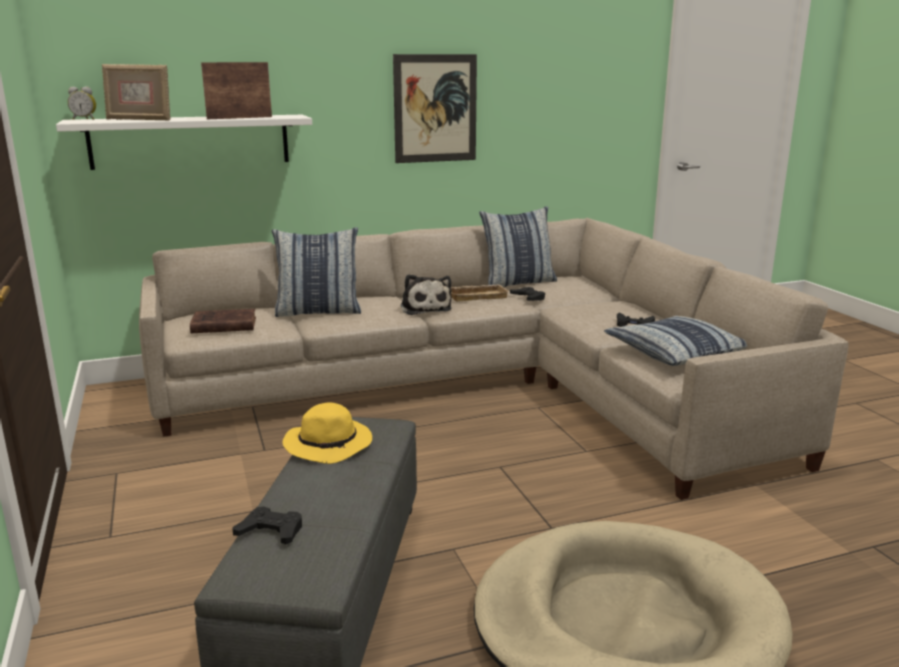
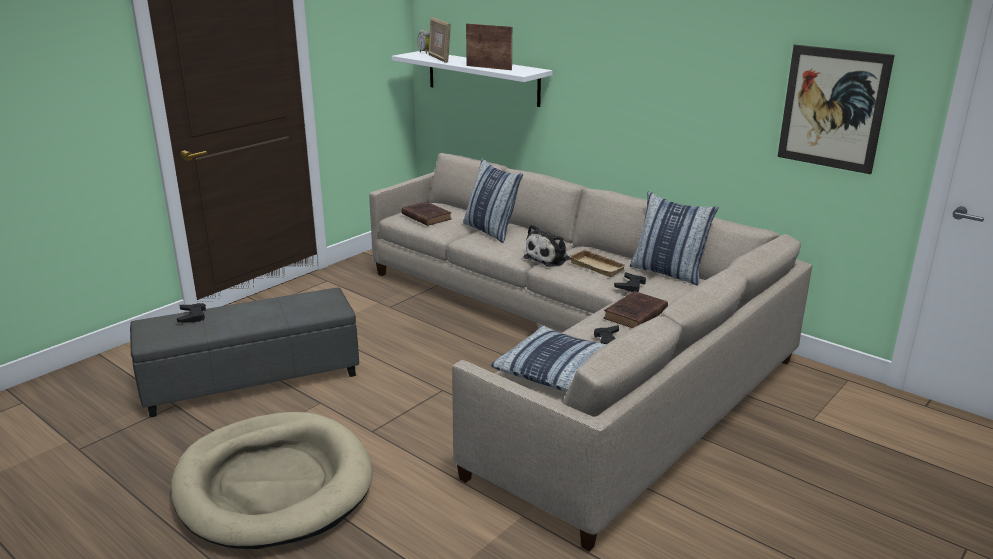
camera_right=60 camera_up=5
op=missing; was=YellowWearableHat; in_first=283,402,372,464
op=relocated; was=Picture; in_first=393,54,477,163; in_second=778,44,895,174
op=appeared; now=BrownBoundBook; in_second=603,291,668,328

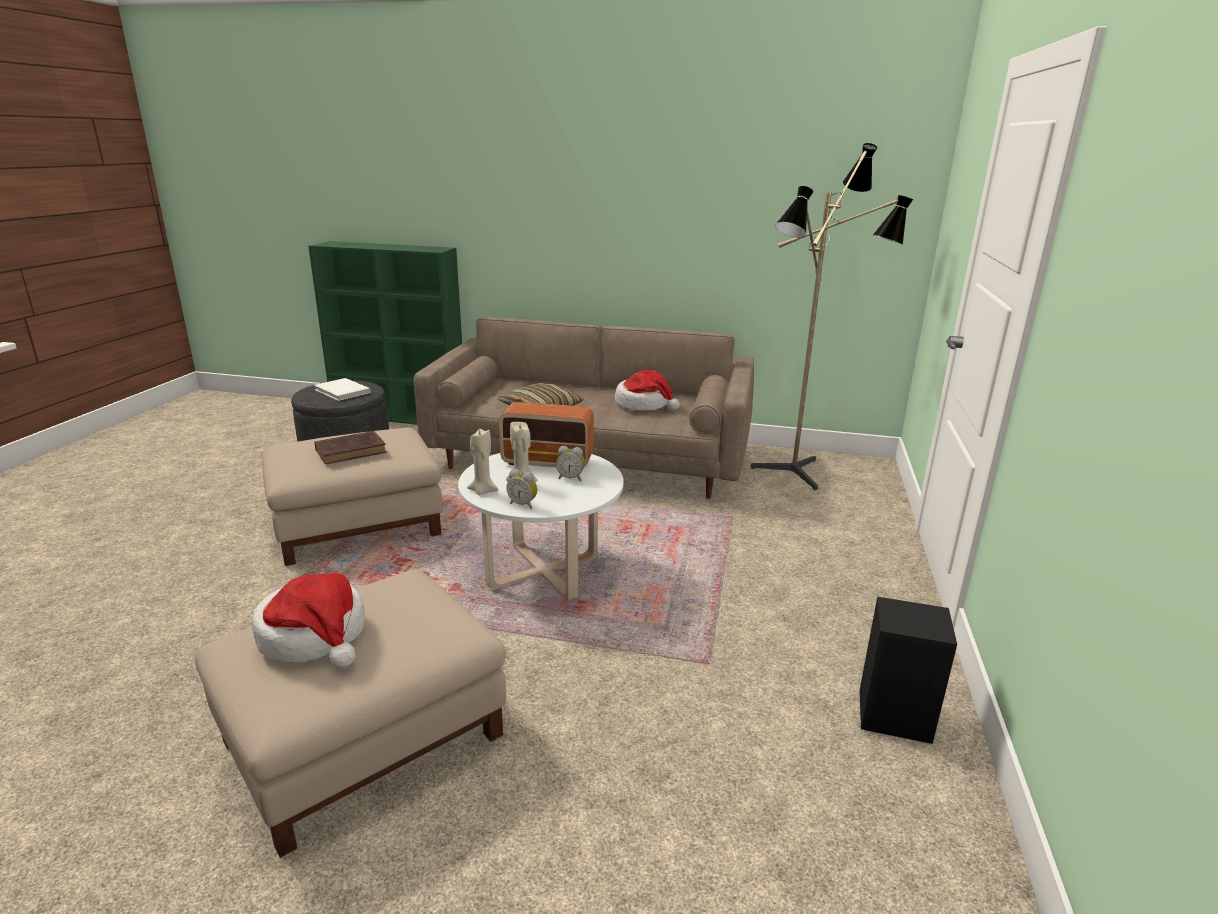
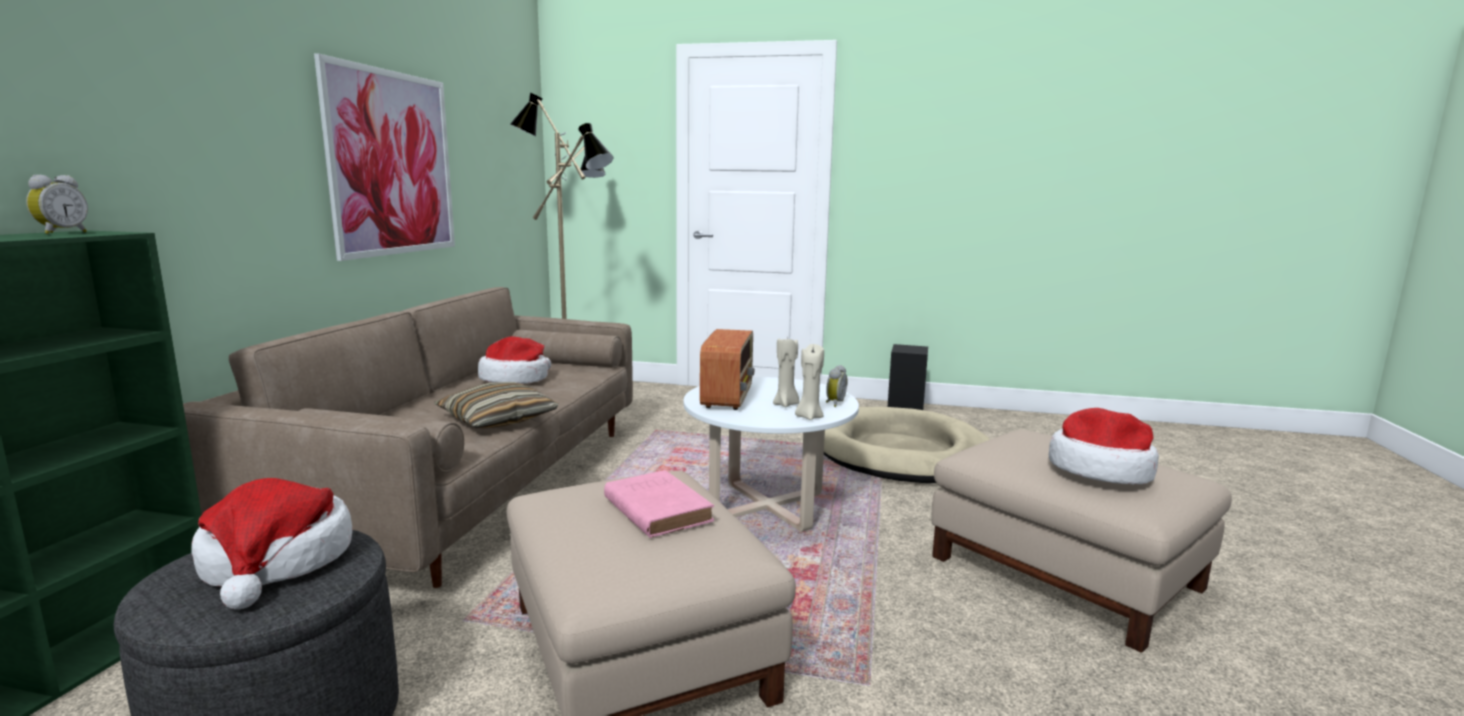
camera_right=-90 camera_up=-10
op=exchanged; was=WhiteColouredBoundBook; now=WearableHat; in_first=314,378,370,401; in_second=192,478,353,609
op=colour; was=BrownBoundBook; now=PinkColouredBoundBook; in_first=314,431,387,465; in_second=604,470,714,538
op=relocated; was=AlarmClock; in_first=556,446,585,481; in_second=26,175,88,234
op=appeared; now=Picture; in_second=314,53,455,261
op=appeared; now=SandColouredDogBed; in_second=824,407,990,484

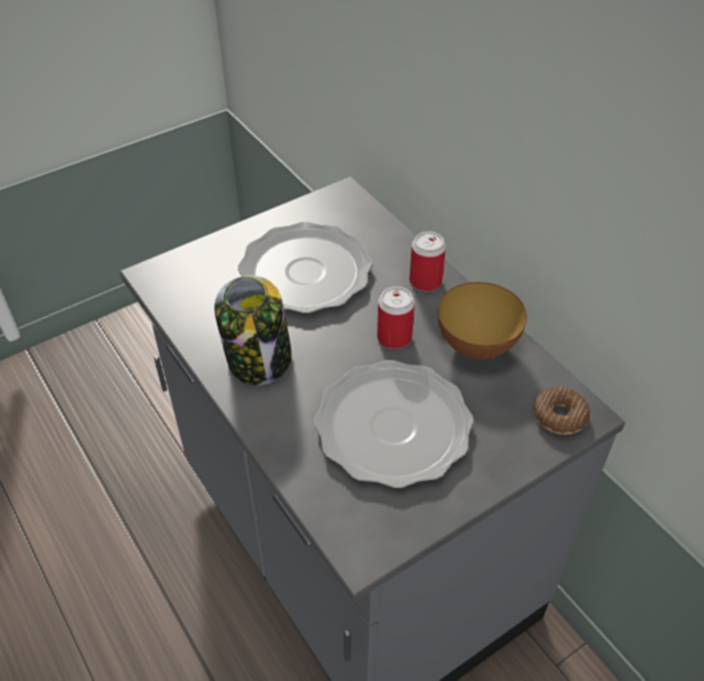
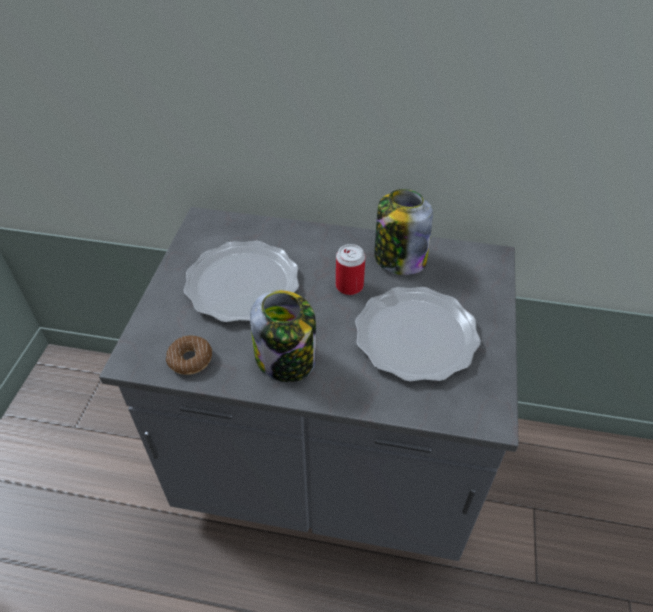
camera_right=-45 camera_up=0
op=missing; was=Can; in_first=409,231,446,291
op=exchanged; was=DeepDish; now=StorageJar; in_first=438,282,527,359; in_second=374,189,433,275
op=relocated; was=RingDoughnut; in_first=533,387,590,435; in_second=166,335,212,375

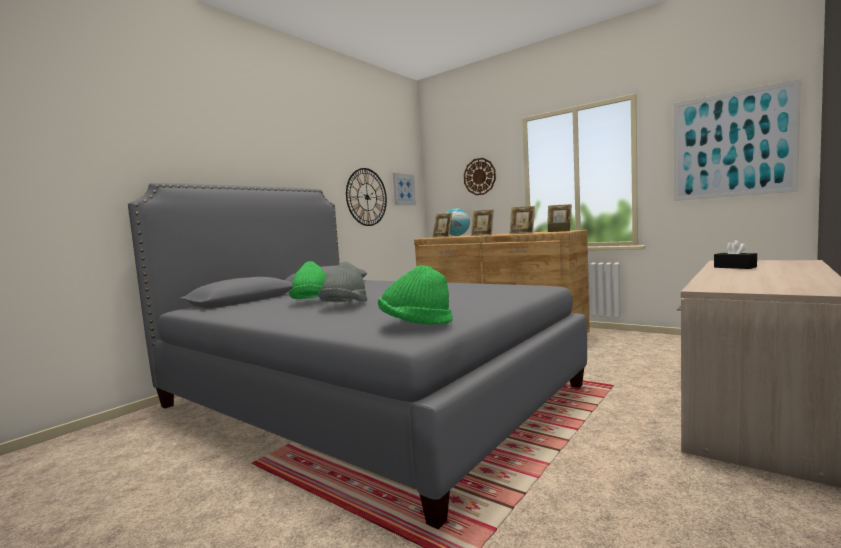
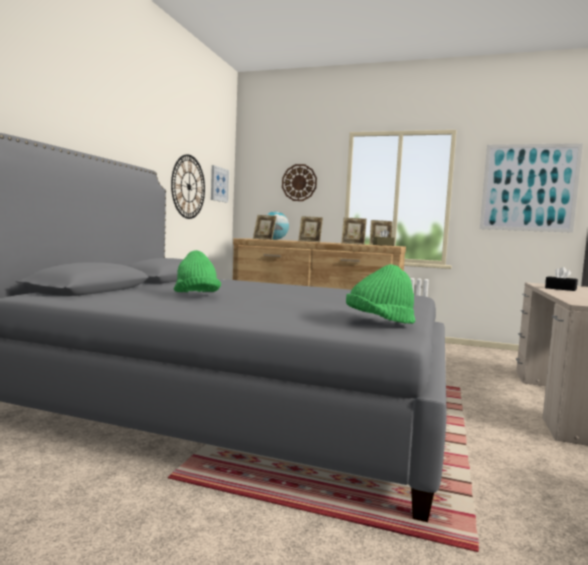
camera_right=-20 camera_up=0
op=missing; was=GreyishWearableHat; in_first=318,261,367,302

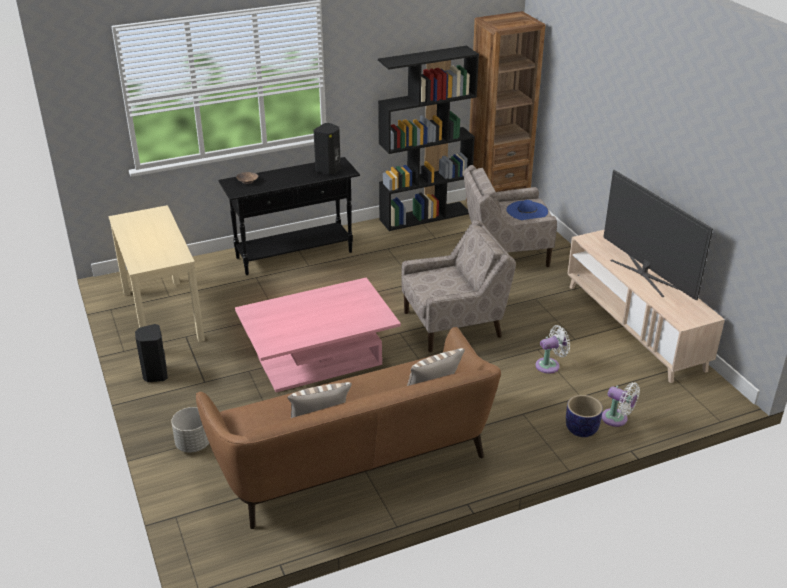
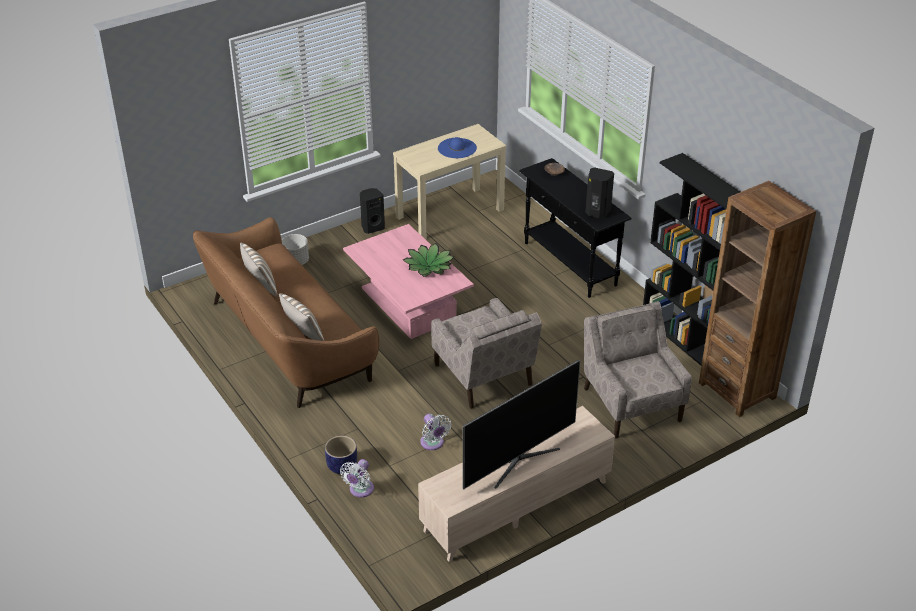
camera_right=80 camera_up=5
op=relocated; was=BlueColouredWearableHat; in_first=506,200,548,220; in_second=438,137,477,158
op=appeared; now=Houseplant; in_second=403,243,454,277

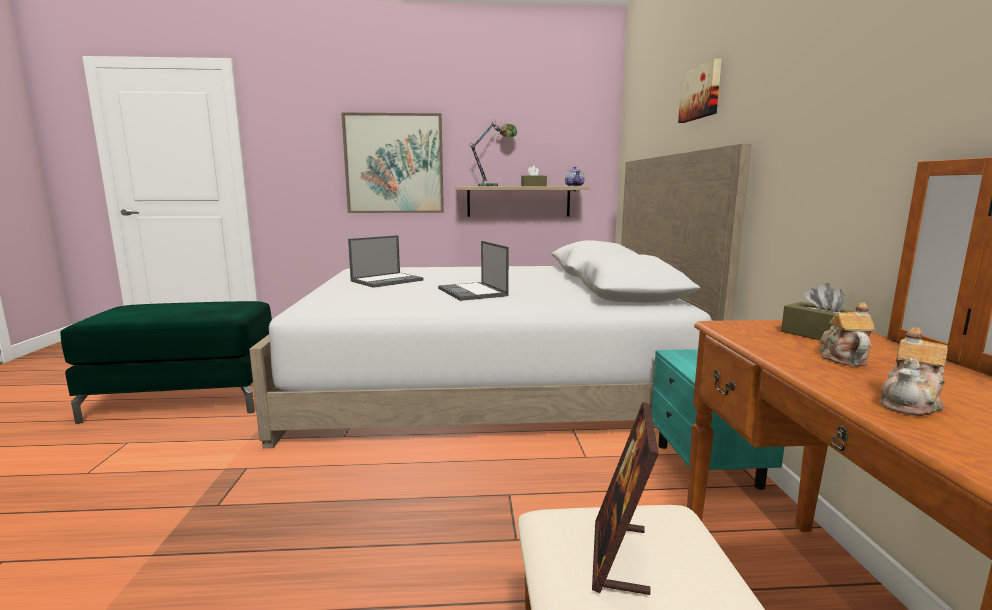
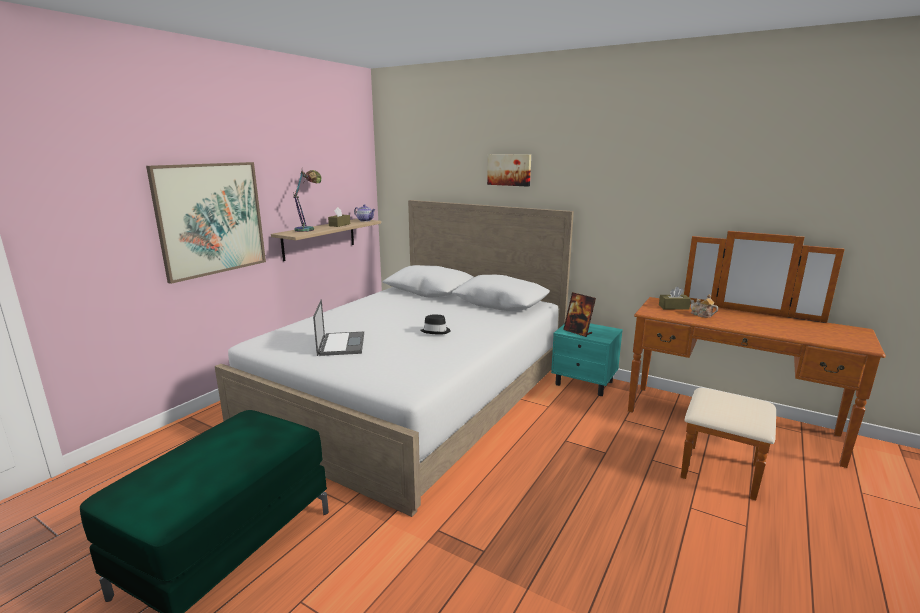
camera_right=-55 camera_up=5
op=exchanged; was=PortableComputer; now=BlackColouredWearableHat; in_first=438,241,509,301; in_second=420,314,451,335
op=relocated; was=PictureFrame; in_first=592,402,659,595; in_second=563,292,596,337
op=missing; was=TeaPot; in_first=879,327,948,416

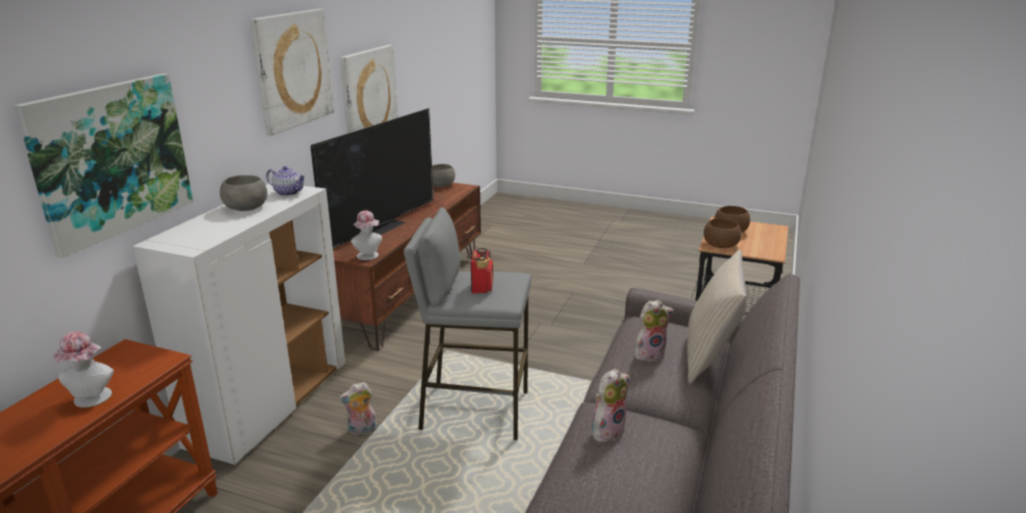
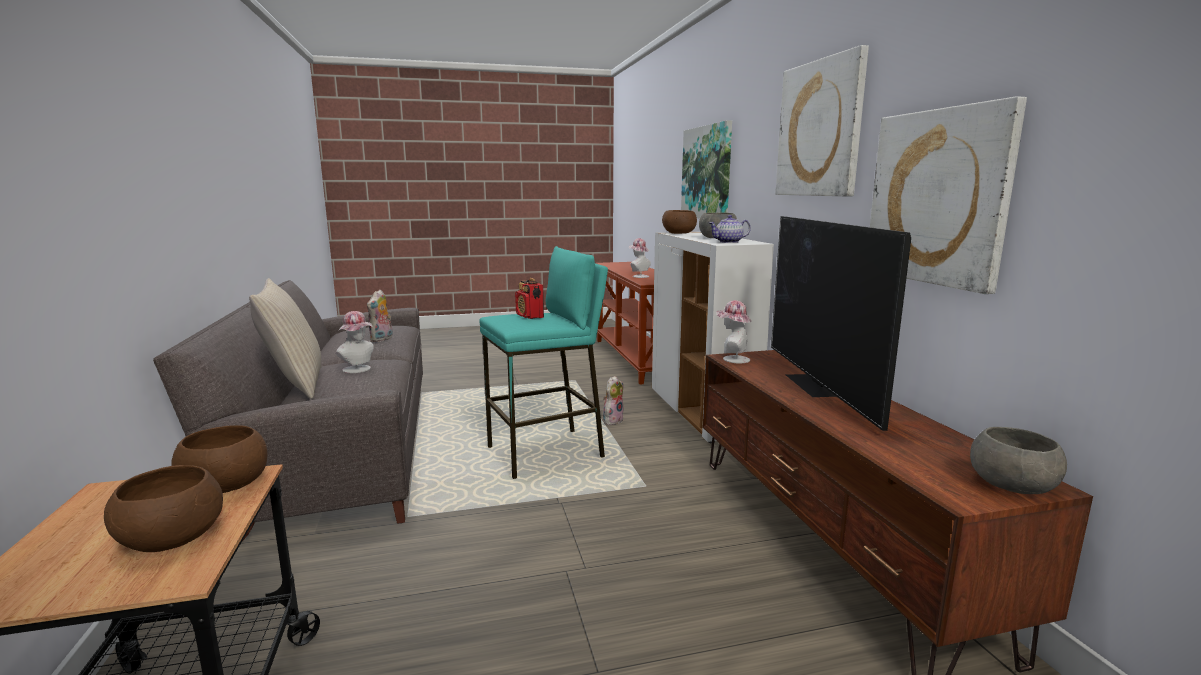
camera_right=145 camera_up=-10
op=colour; was=GreyishStool; now=TurquoiseStool; in_first=404,207,531,440; in_second=479,246,608,479
op=exchanged; was=PlushToy; now=WearableHat; in_first=635,300,674,362; in_second=336,311,374,373
op=appeared; now=BrownDeepDish; in_second=662,210,697,234

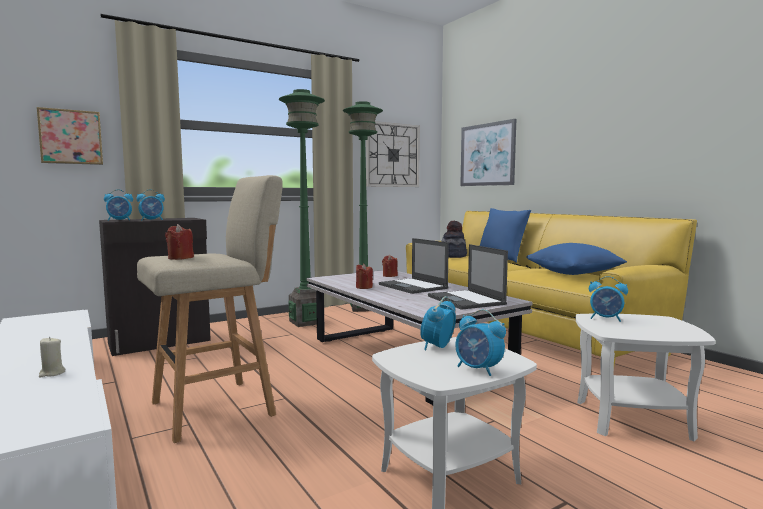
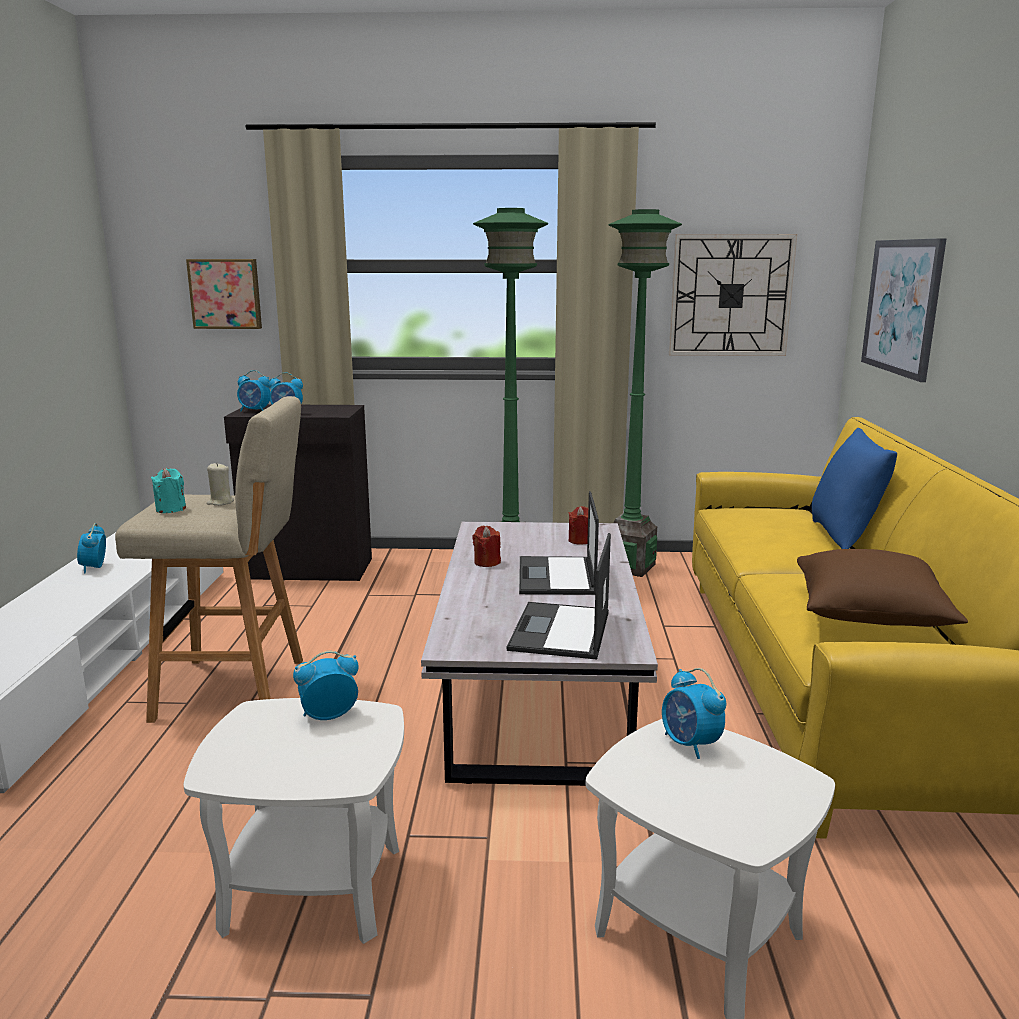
camera_right=35 camera_up=10
op=relocated; was=SandColouredCandle; in_first=39,337,65,377; in_second=207,462,234,506
op=colour; was=ReddishCandle; now=TurquoiseCandle; in_first=165,224,194,260; in_second=151,468,186,513
op=missing; was=WearableHat; in_first=441,221,467,258
op=relocated; was=AlarmClock; in_first=455,309,506,376; in_second=77,523,106,573
op=colour; was=BlueColouredThrowPillow; now=BrownThrowPillow; in_first=526,243,627,275; in_second=797,549,968,627

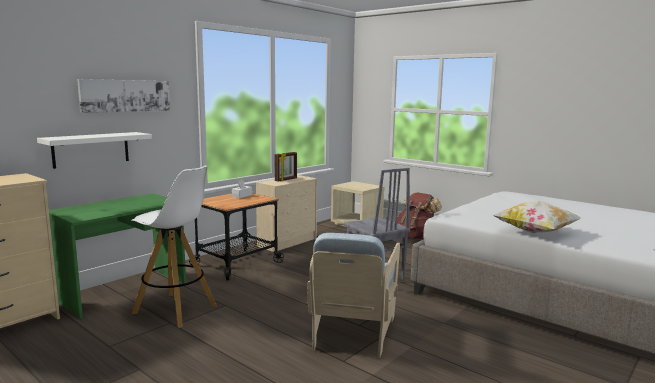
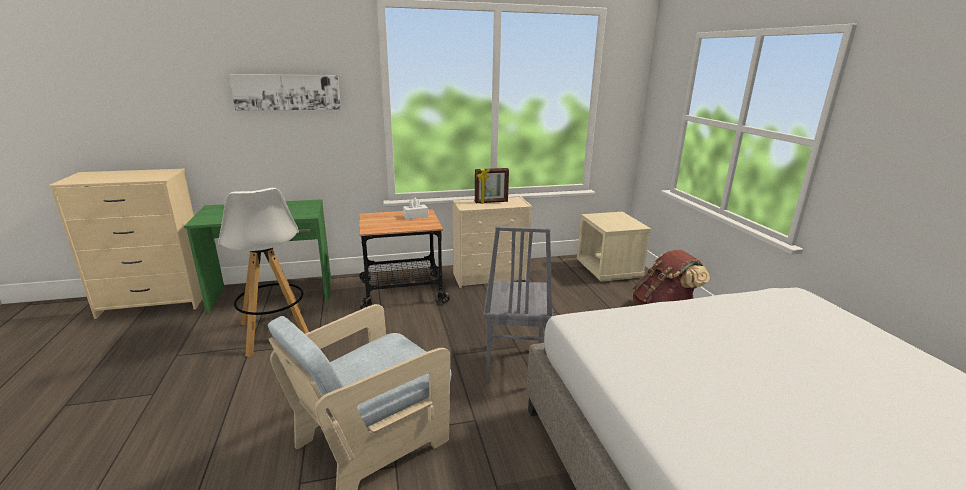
camera_right=35 camera_up=10
op=missing; was=WhiteColouredBracketShelf; in_first=37,132,152,169
op=missing; was=ThrowPillow; in_first=493,201,581,233

